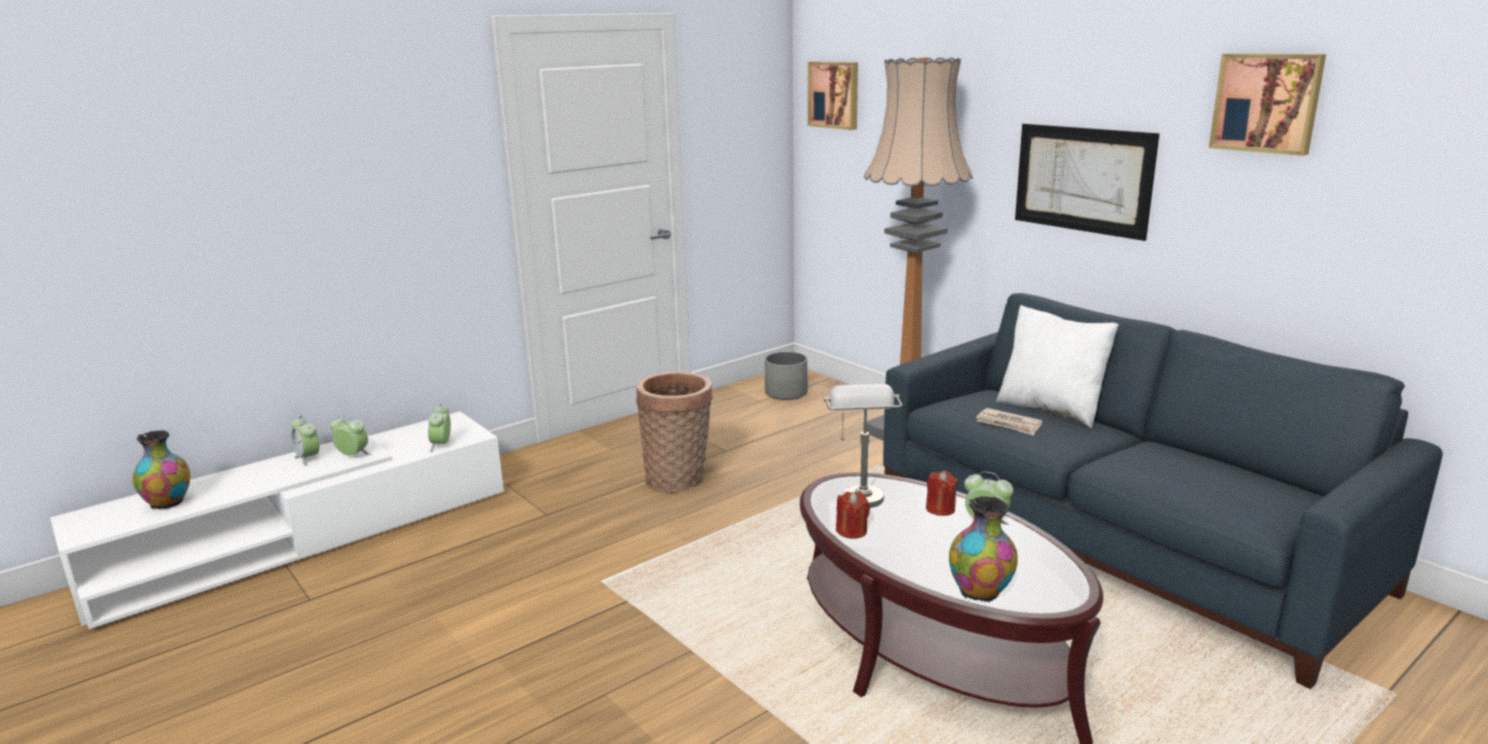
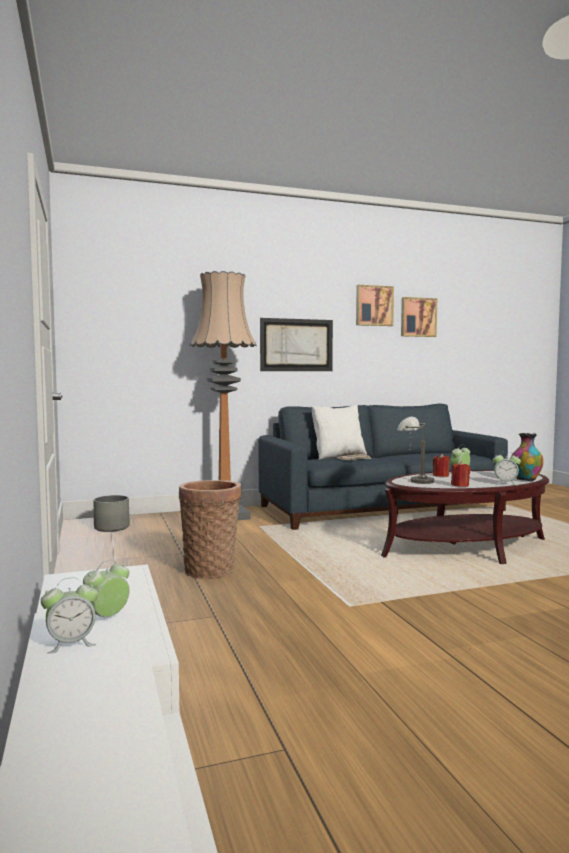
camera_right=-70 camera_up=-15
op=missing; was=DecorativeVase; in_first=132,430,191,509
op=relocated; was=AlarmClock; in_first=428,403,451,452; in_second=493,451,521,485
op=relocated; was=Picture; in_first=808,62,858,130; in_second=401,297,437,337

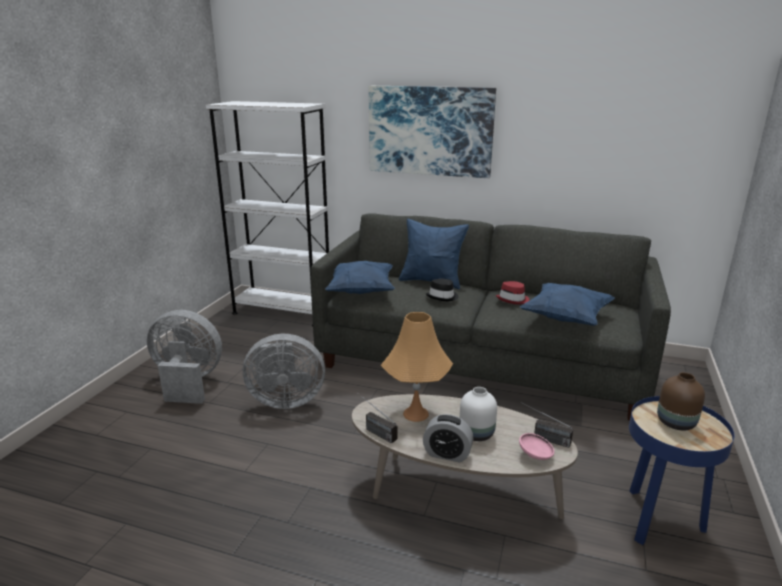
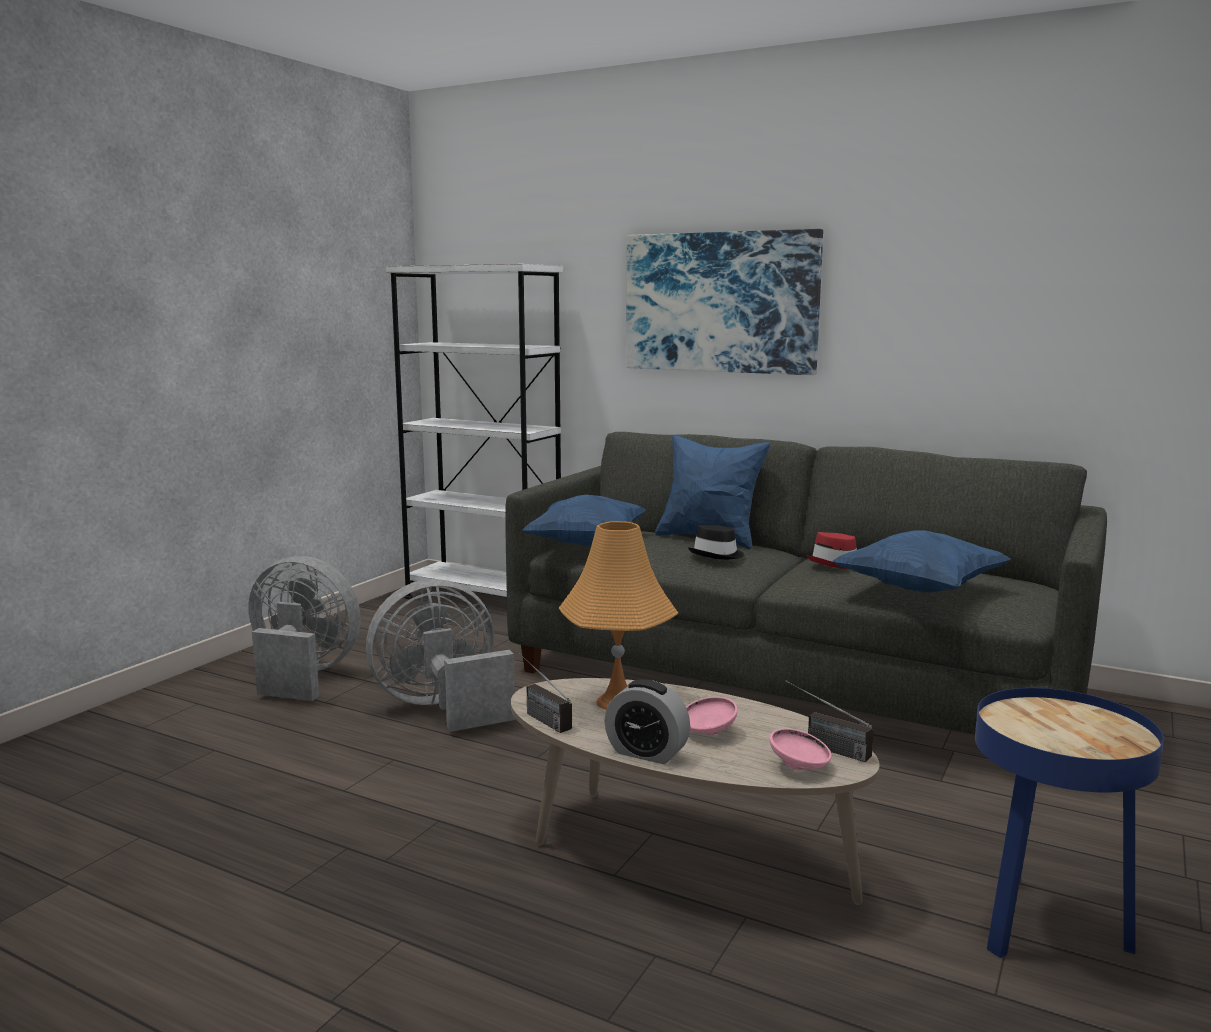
camera_right=10 camera_up=-10
op=spun; was=GreyishCoolingFan; in_first=243,334,325,409; in_second=366,579,515,732; clockwise=150
op=exchanged; was=WhiteColouredDecorativeVase; now=PinkColouredDeepDish; in_first=460,387,497,441; in_second=686,697,738,735
op=missing; was=BrownDecorativeVase; in_first=657,372,705,430

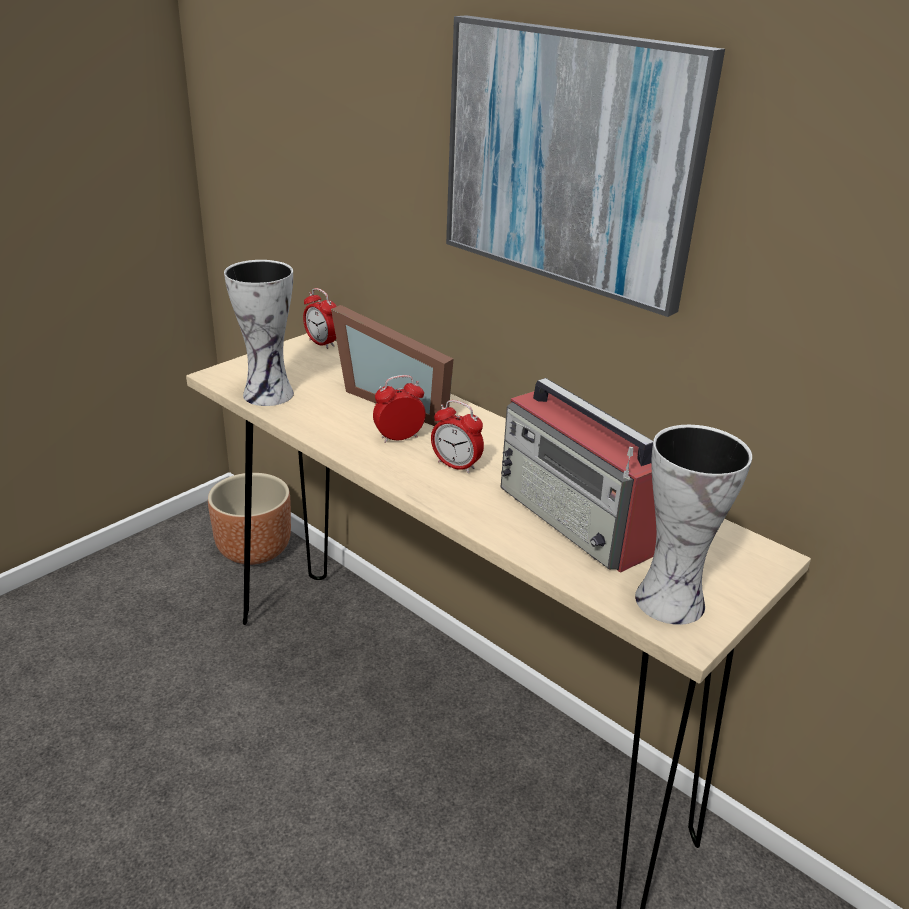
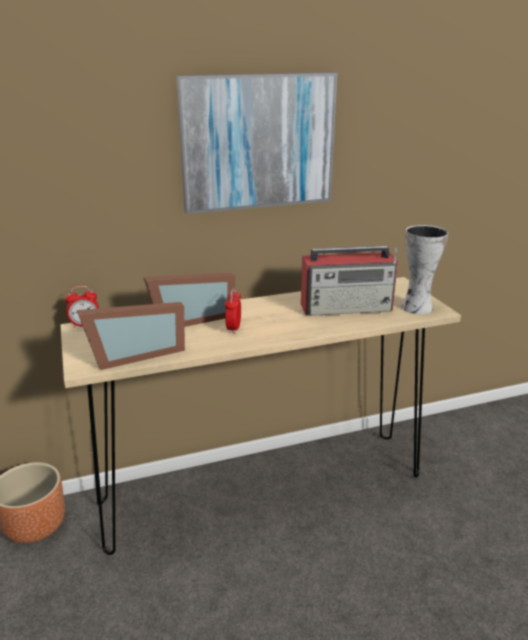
camera_right=-60 camera_up=-5
op=exchanged; was=DecorativeVase; now=PictureFrame; in_first=224,260,294,406; in_second=77,302,185,370
op=missing; was=AlarmClock; in_first=431,400,484,473

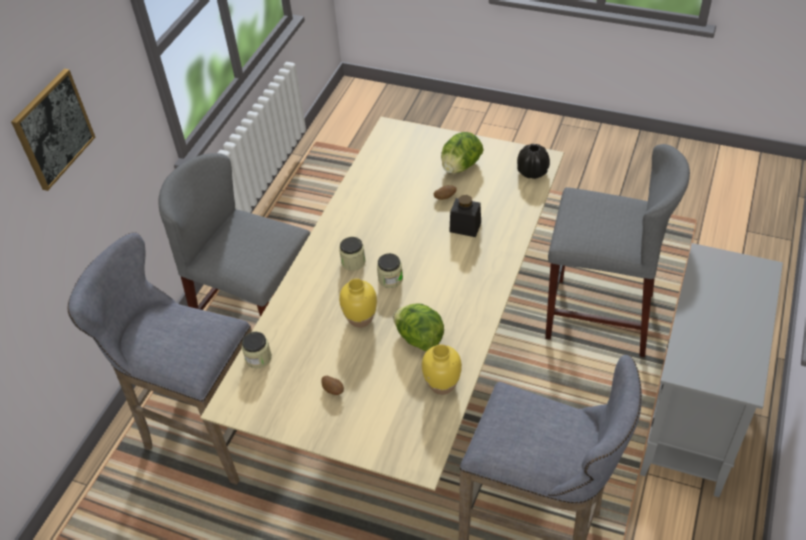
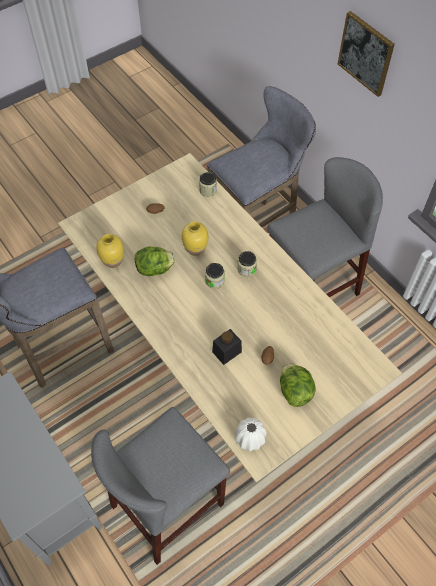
camera_right=120 camera_up=10
op=colour; was=BlackColouredDecorativeVase; now=WhiteColouredDecorativeVase; in_first=517,144,550,179; in_second=235,417,267,451

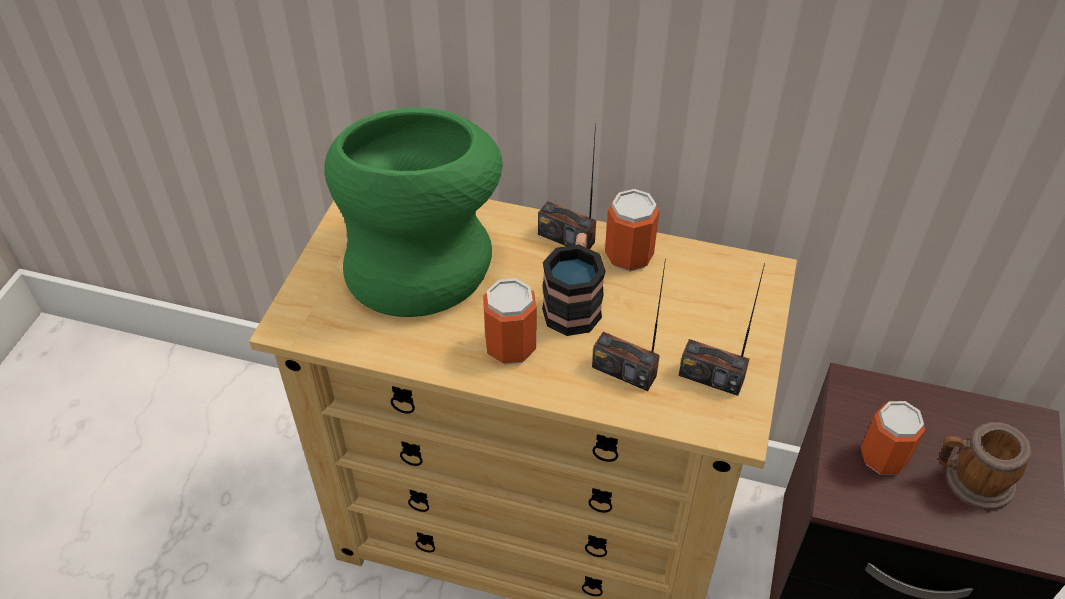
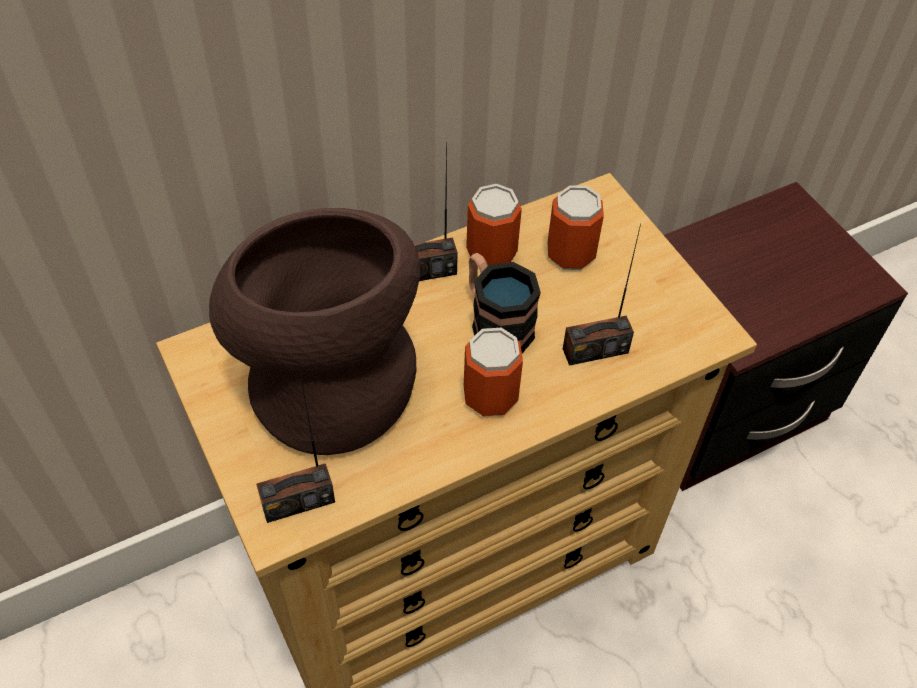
camera_right=-45 camera_up=5
op=colour; was=GreenDecorativeVase; now=BrownDecorativeVase; in_first=324,108,503,317; in_second=209,208,420,455
op=relocated; was=Radio; in_first=679,263,765,396; in_second=256,380,335,523
op=relocated; was=Can; in_first=861,401,925,474; in_second=547,185,604,270
op=missing; was=Mug; in_first=940,422,1031,510

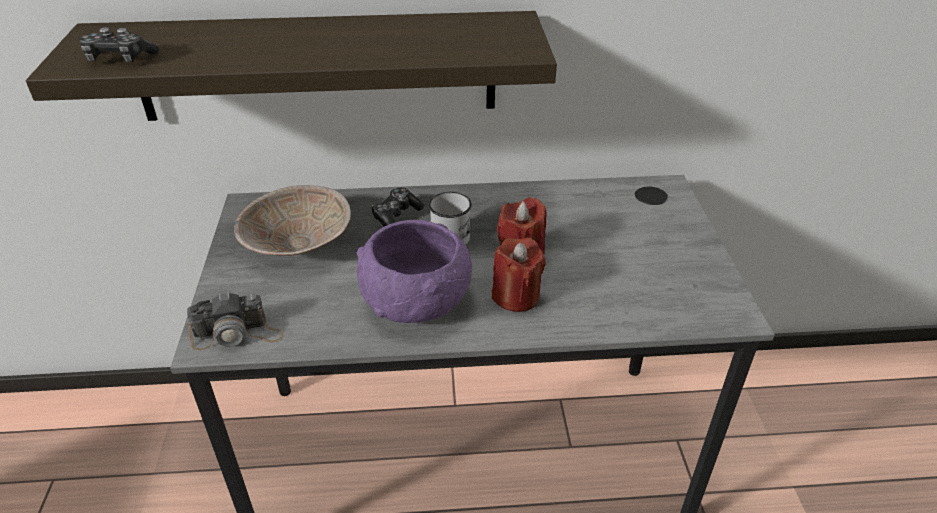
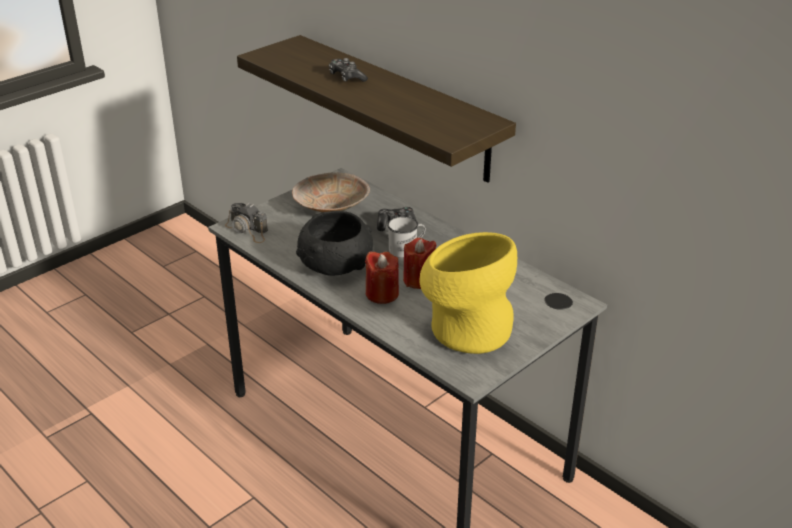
camera_right=50 camera_up=-5
op=relocated; was=Joypad; in_first=79,27,159,62; in_second=329,58,368,82
op=colour; was=PurplishDeepDish; now=BlackColouredDeepDish; in_first=357,220,472,323; in_second=296,211,373,276
op=appeared; now=YellowDecorativeVase; in_second=419,232,517,354

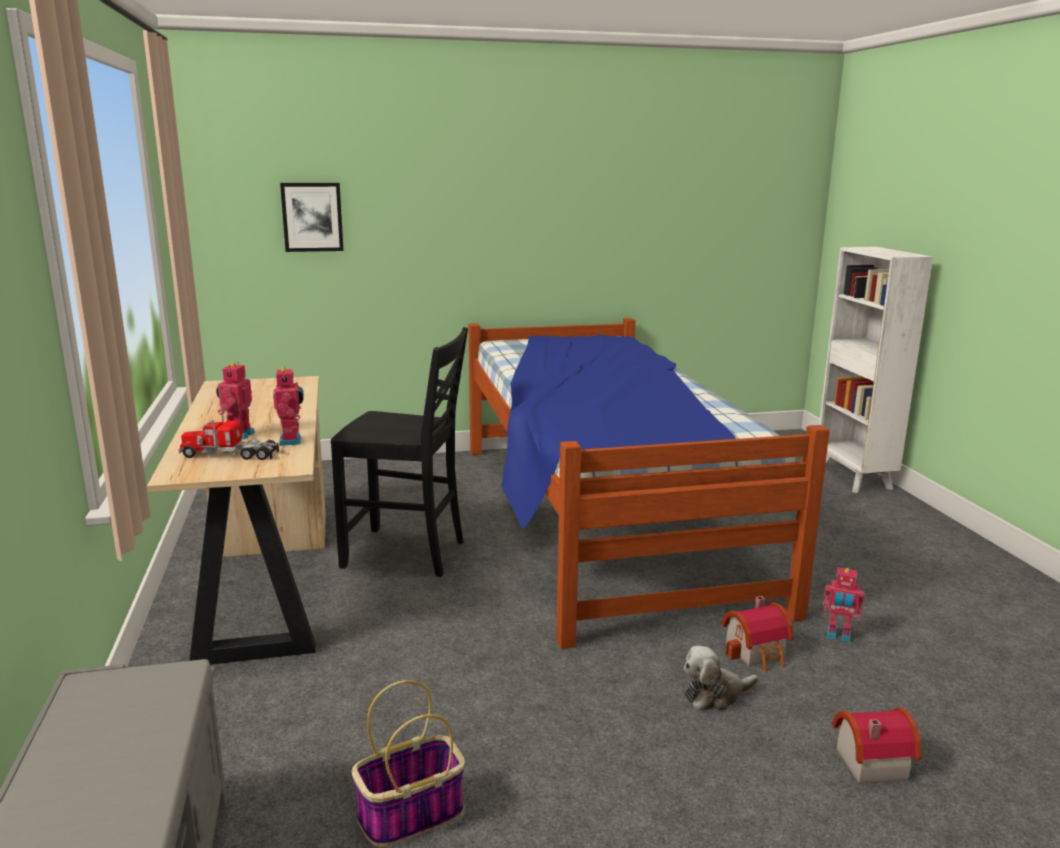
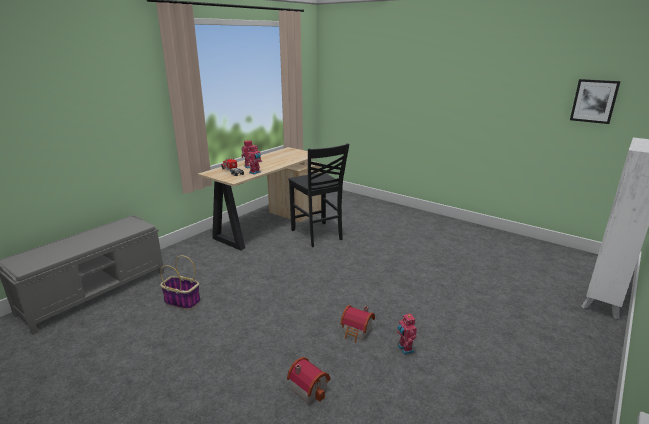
camera_right=50 camera_up=5
op=relocated; was=Picture; in_first=280,183,344,252; in_second=570,79,621,124
op=missing; was=Bed; in_first=468,318,830,649
op=missing; was=PlushToy; in_first=684,645,758,710

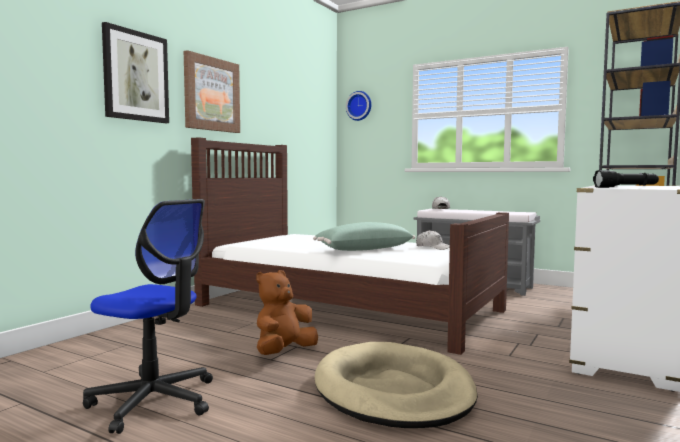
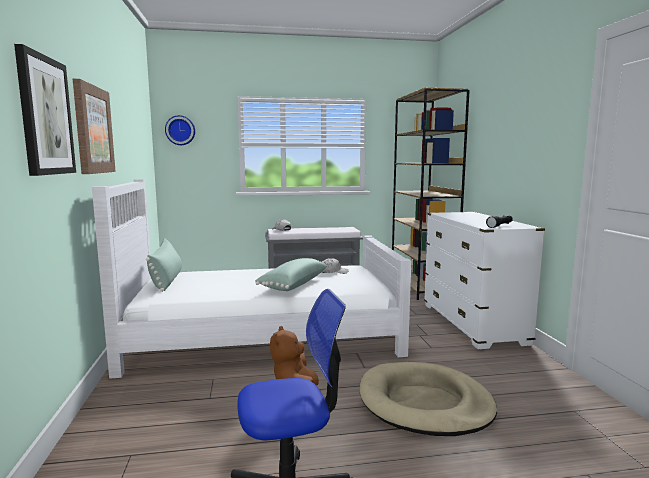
camera_right=-40 camera_up=5
op=colour; was=BrownBed; now=WhiteColouredBed; in_first=191,137,509,355; in_second=92,179,411,379
op=appeared; now=GreenThrowPillow; in_second=146,238,182,292

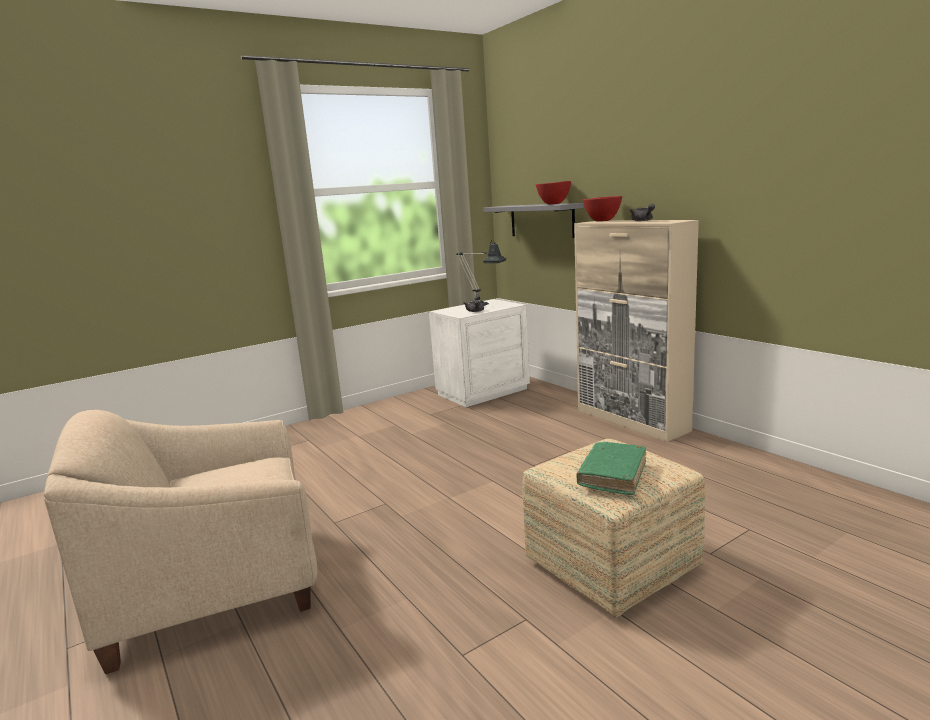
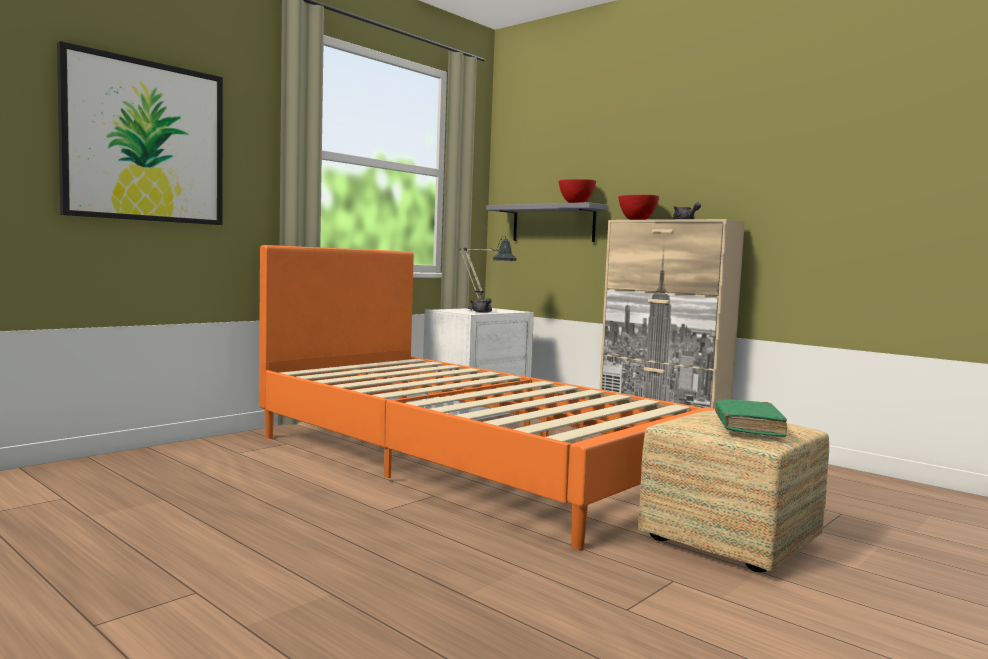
camera_right=-15 camera_up=-10
op=missing; was=SandColouredArmchair; in_first=44,410,317,674
op=appeared; now=Picture; in_second=57,41,223,225
op=appeared; now=OrangeColouredBed; in_second=259,245,715,550

